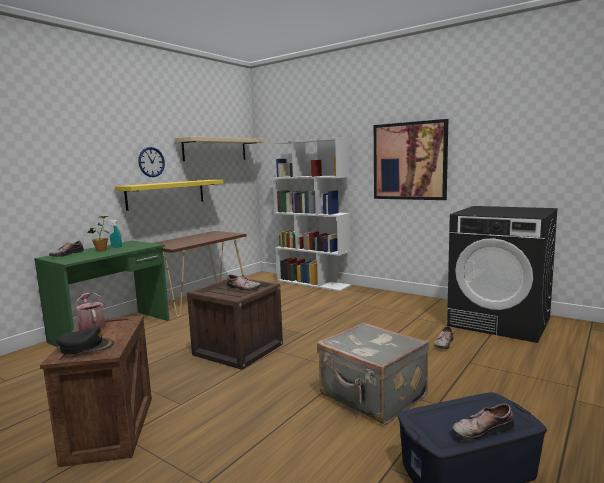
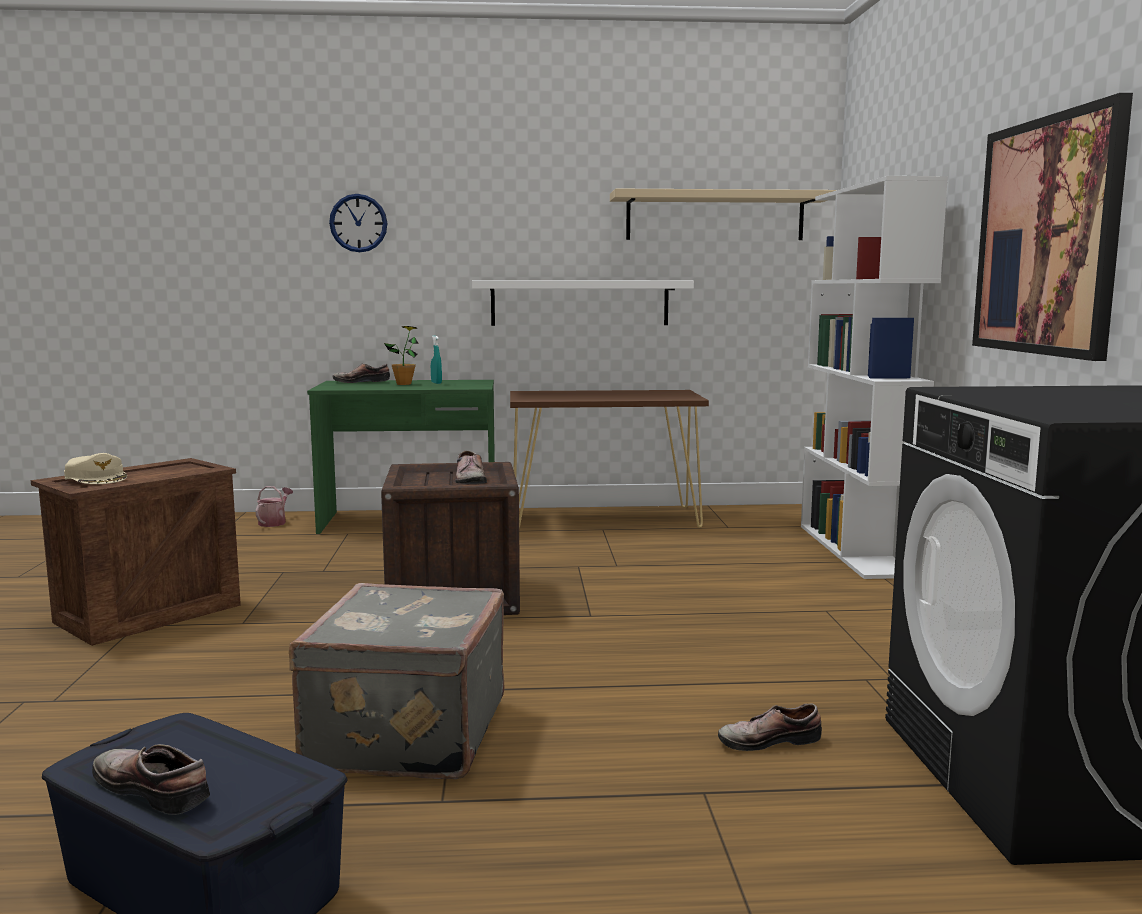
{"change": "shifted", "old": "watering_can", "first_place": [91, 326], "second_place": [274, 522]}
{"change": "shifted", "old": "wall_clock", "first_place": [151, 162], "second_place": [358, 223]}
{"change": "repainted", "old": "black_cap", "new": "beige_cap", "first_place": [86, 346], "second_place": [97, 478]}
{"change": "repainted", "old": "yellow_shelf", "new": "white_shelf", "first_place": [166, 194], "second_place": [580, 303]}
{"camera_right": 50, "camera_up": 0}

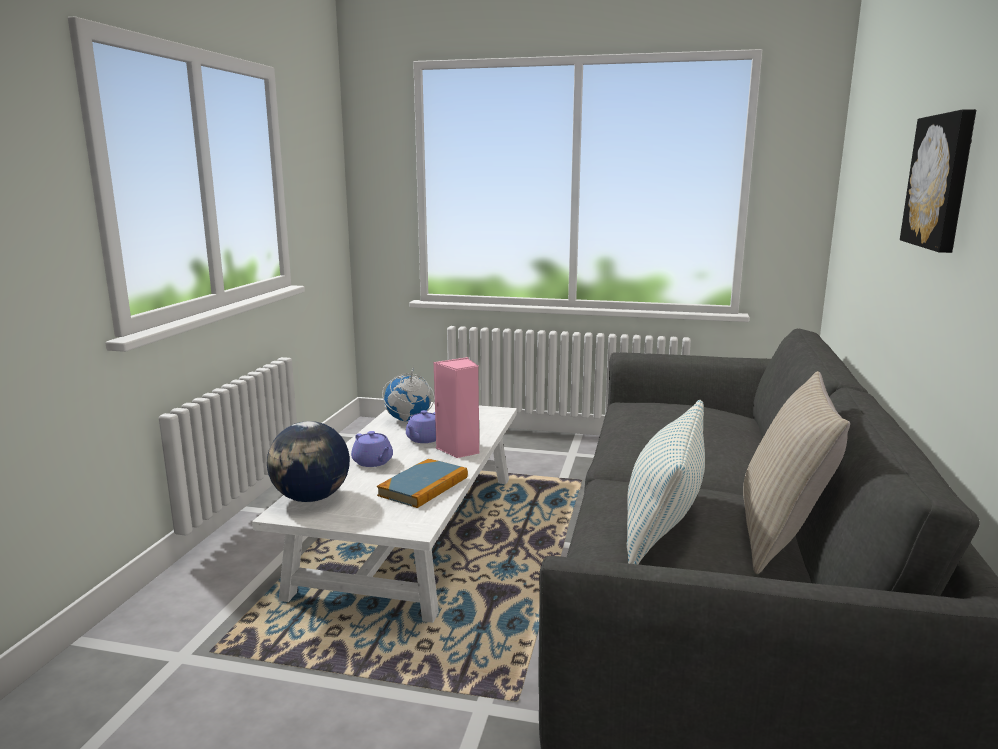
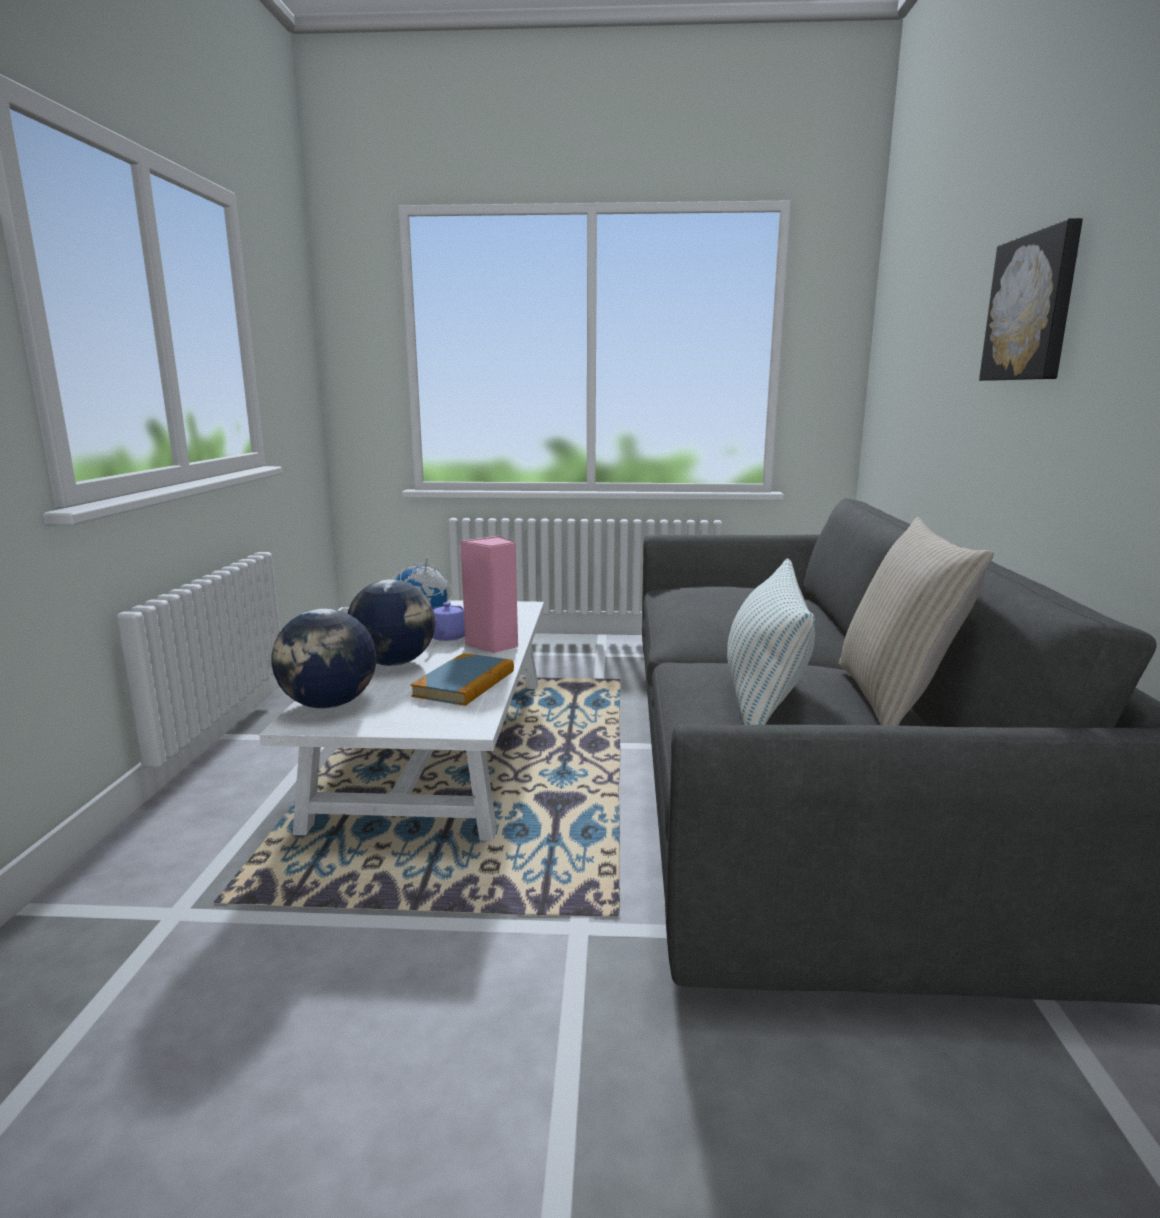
{"change": "swapped", "old": "purple_teapot", "new": "globe", "first_place": [373, 462], "second_place": [394, 663]}
{"camera_right": -10, "camera_up": 0}

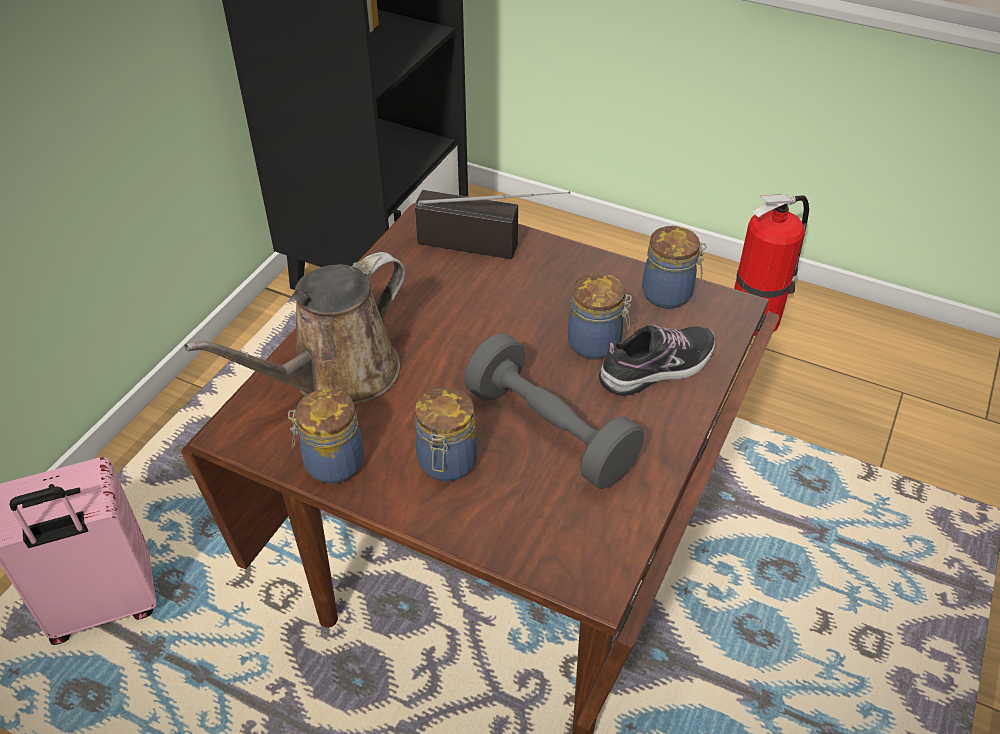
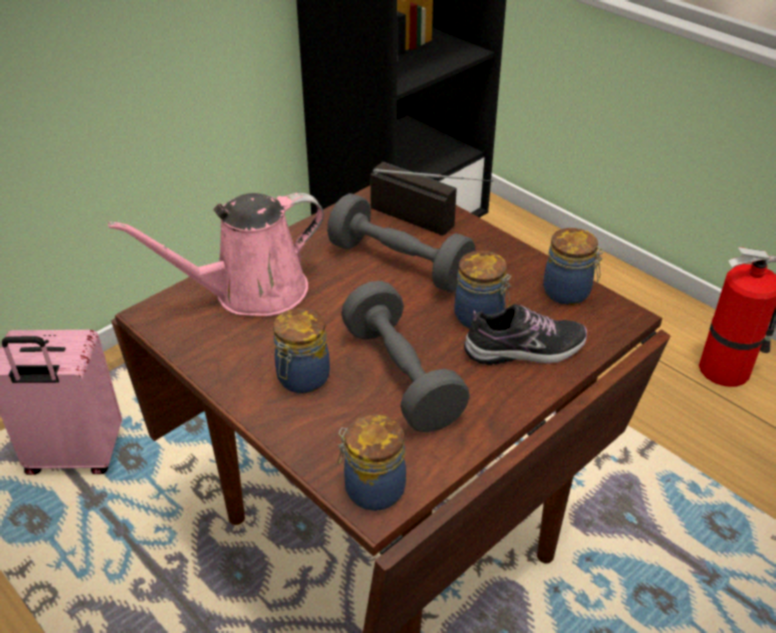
{"change": "new", "new": "grey_dumbbell", "second_place": [399, 264]}
{"change": "shifted", "old": "jar", "first_place": [331, 463], "second_place": [372, 489]}
{"change": "repainted", "old": "brown_watering_can", "new": "pink_watering_can", "first_place": [336, 376], "second_place": [251, 292]}
{"camera_right": 20, "camera_up": -5}

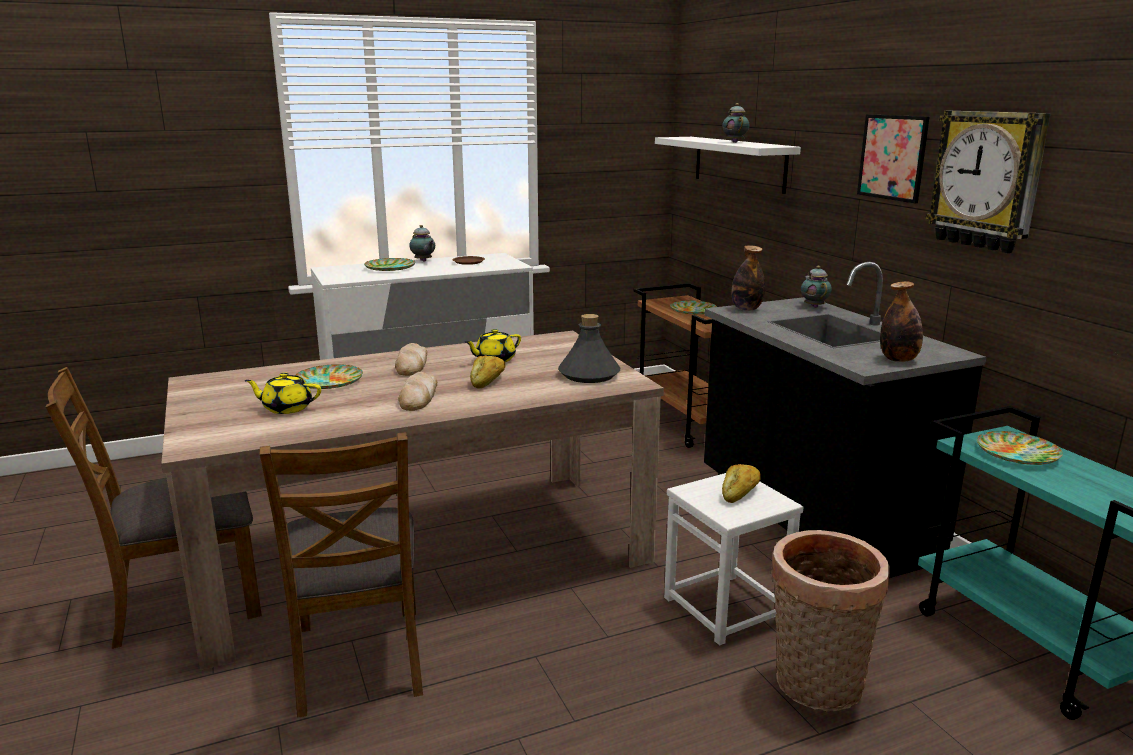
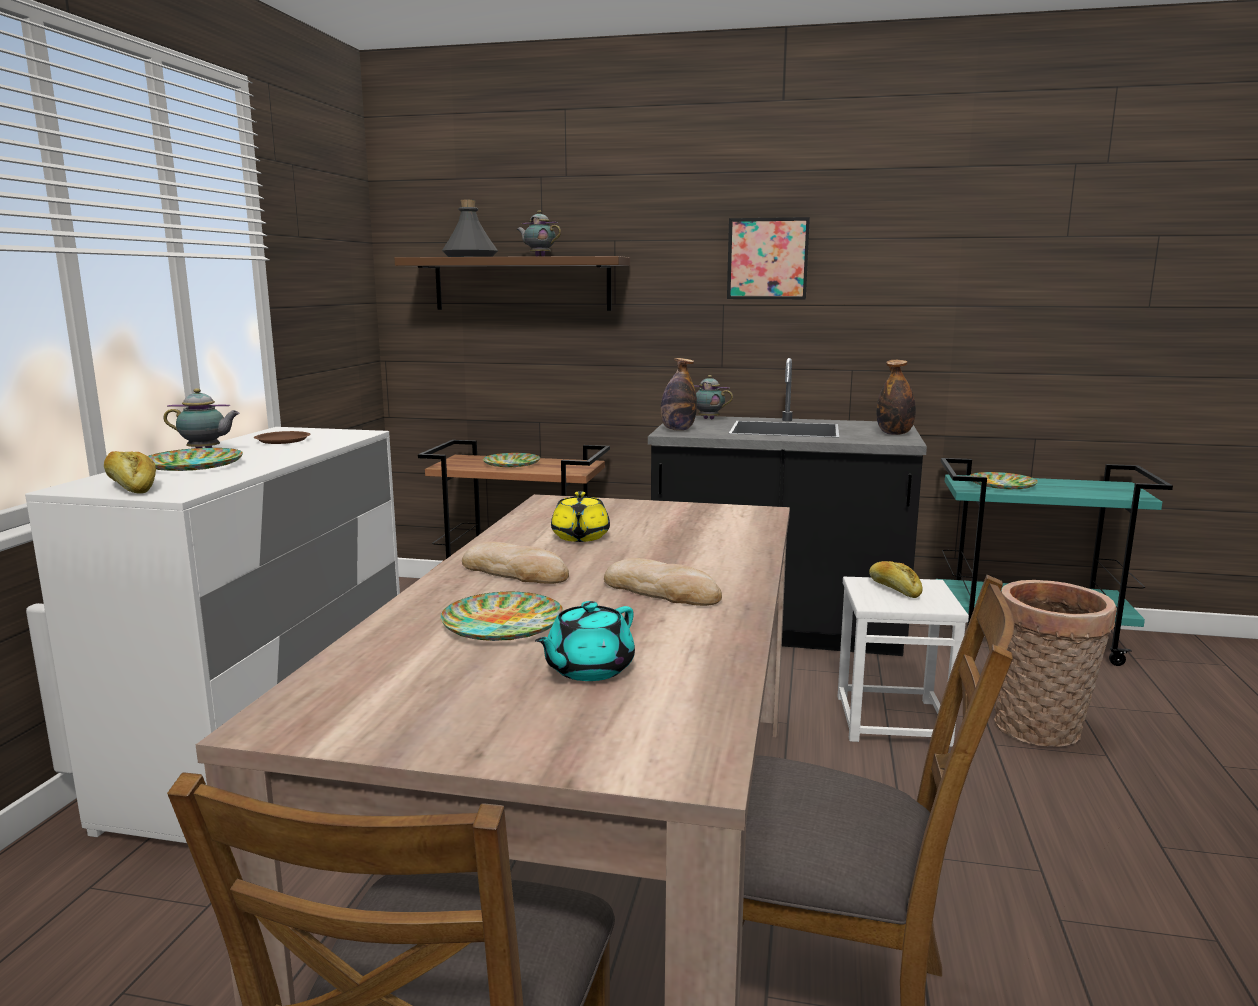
{"change": "gone", "old": "wall_clock", "first_place": [987, 180]}
{"change": "shifted", "old": "bread", "first_place": [488, 380], "second_place": [133, 487]}
{"change": "shifted", "old": "grey_bottle", "first_place": [589, 375], "second_place": [470, 257]}
{"change": "repainted", "old": "yellow_teapot", "new": "turquoise_teapot", "first_place": [286, 408], "second_place": [588, 669]}
{"change": "repainted", "old": "white_shelf", "new": "brown_shelf", "first_place": [739, 163], "second_place": [522, 284]}
{"camera_right": -55, "camera_up": -5}

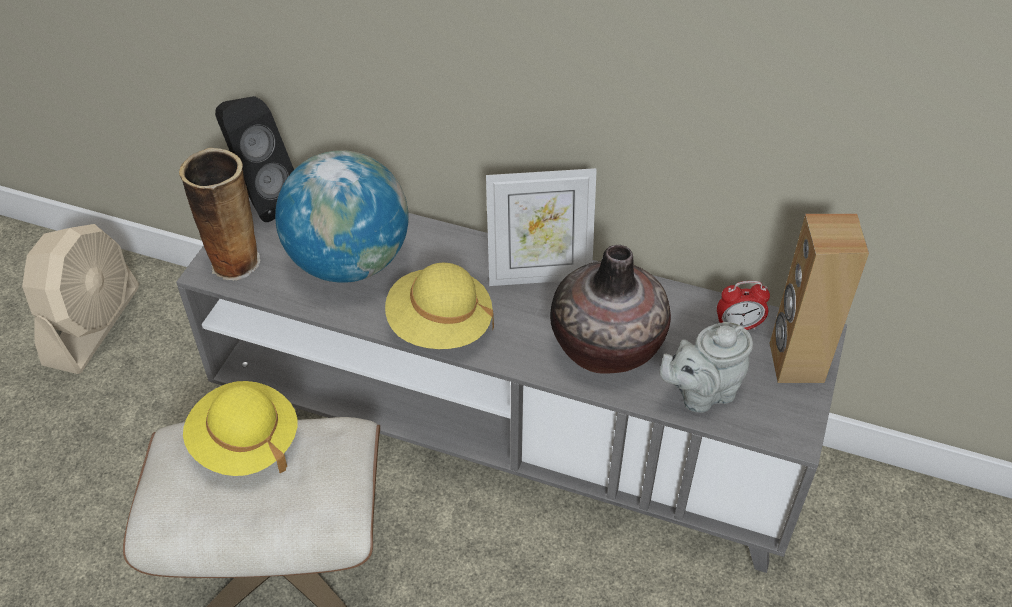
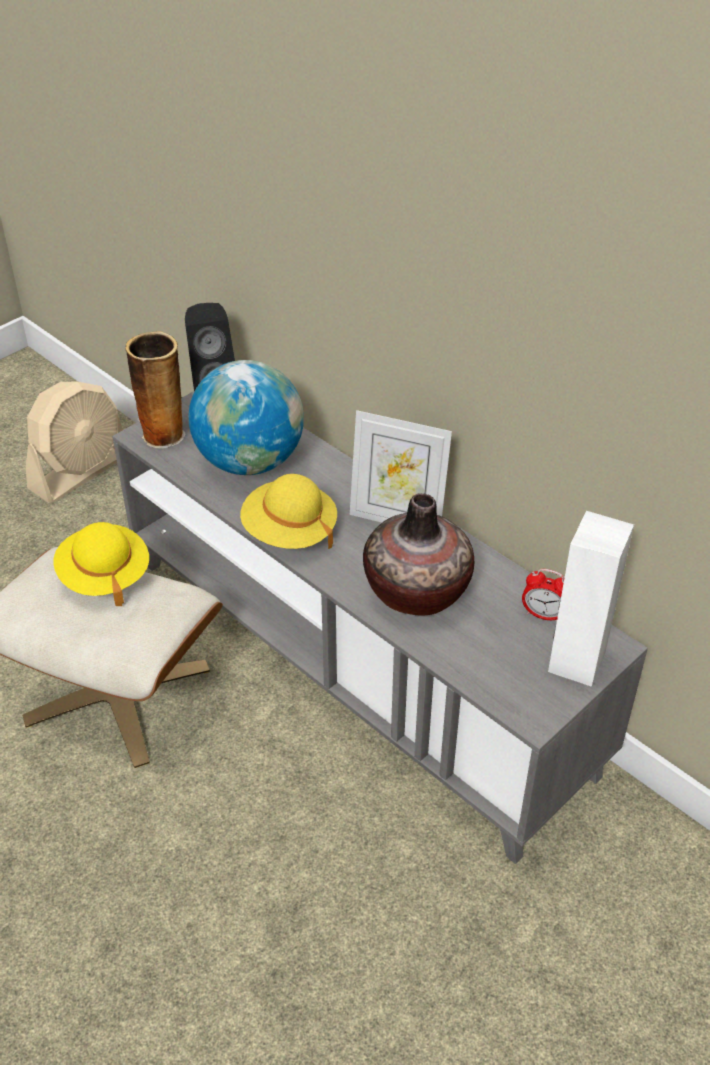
{"change": "gone", "old": "grey_teapot", "first_place": [701, 393]}
{"change": "repainted", "old": "brown_speaker", "new": "white_speaker", "first_place": [795, 362], "second_place": [576, 661]}
{"camera_right": 25, "camera_up": -5}

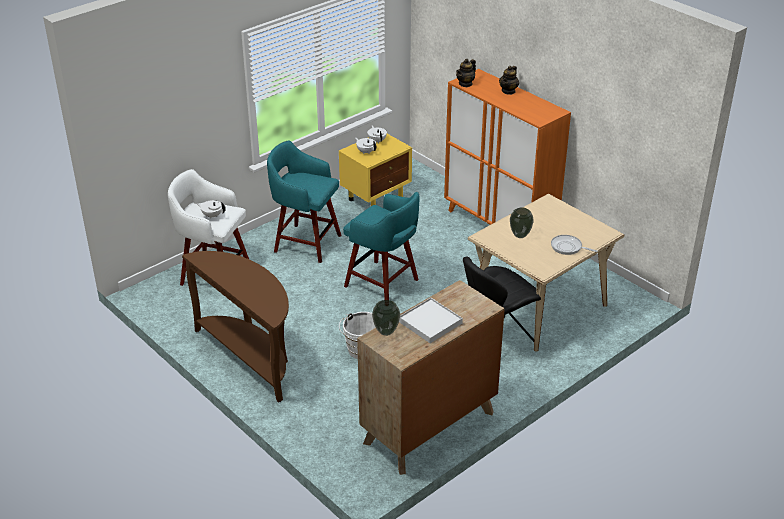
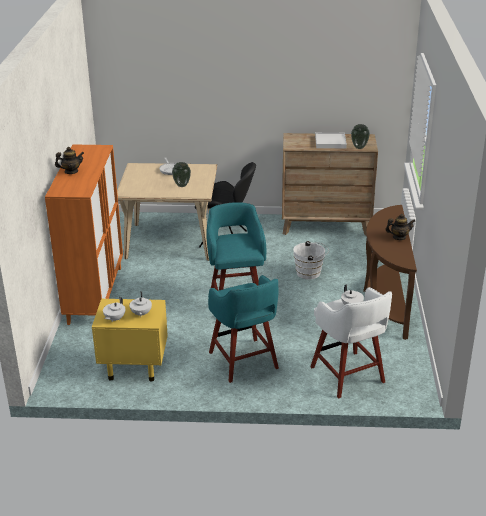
{"change": "shifted", "old": "teapot", "first_place": [465, 84], "second_place": [399, 237]}
{"camera_right": -135, "camera_up": -5}

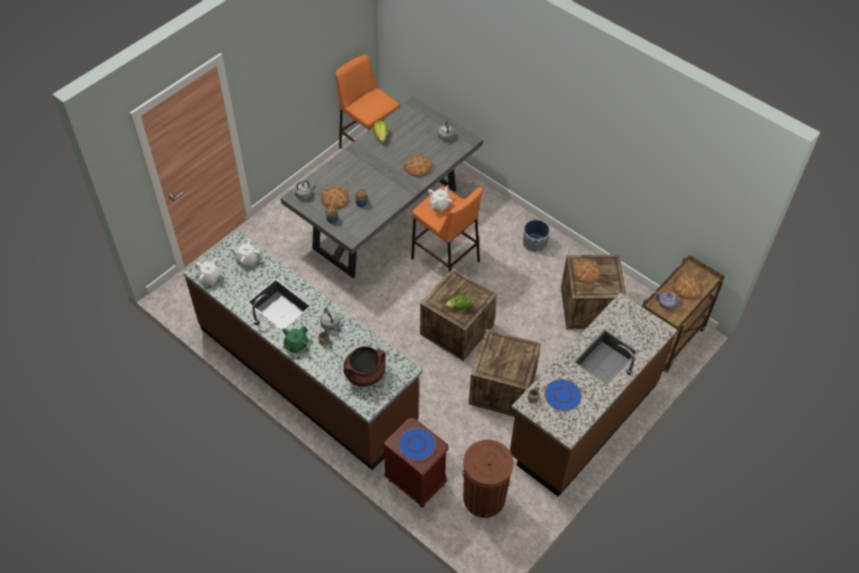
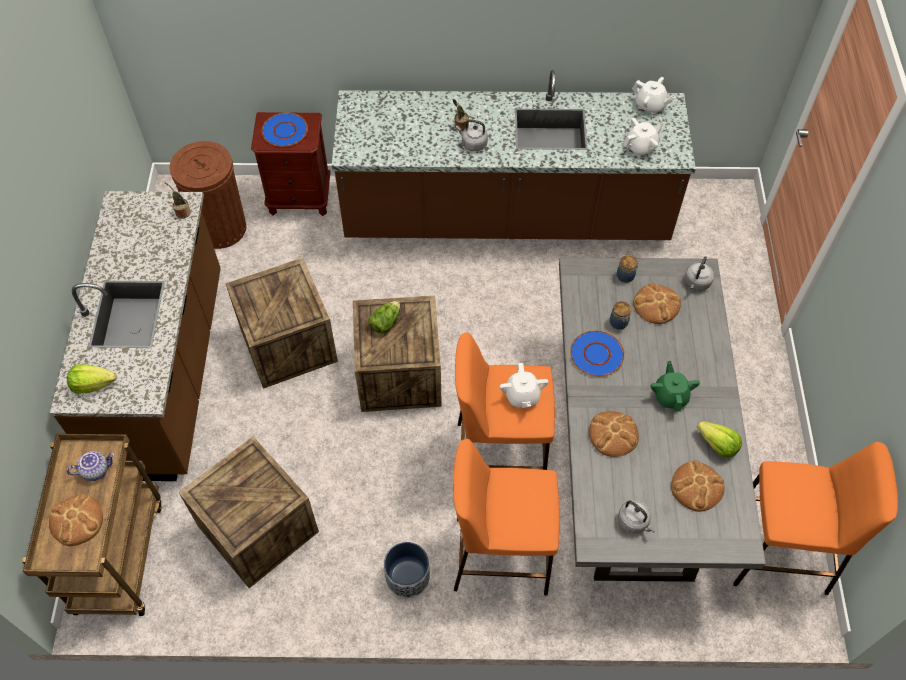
{"change": "gone", "old": "brown_cooking_pot", "first_place": [365, 374]}
{"change": "new", "new": "lettuce", "second_place": [93, 384]}
{"change": "new", "new": "orange_stool", "second_place": [500, 555]}
{"change": "shifted", "old": "green_teapot", "first_place": [296, 345], "second_place": [670, 396]}
{"change": "shifted", "old": "blue_plate", "first_place": [563, 396], "second_place": [596, 354]}
{"change": "shifted", "old": "bread", "first_place": [586, 272], "second_place": [697, 487]}
{"change": "rotated", "old": "white_teapot", "first_place": [210, 278], "second_place": [650, 105], "degrees": -135}
{"camera_right": 140, "camera_up": 5}

